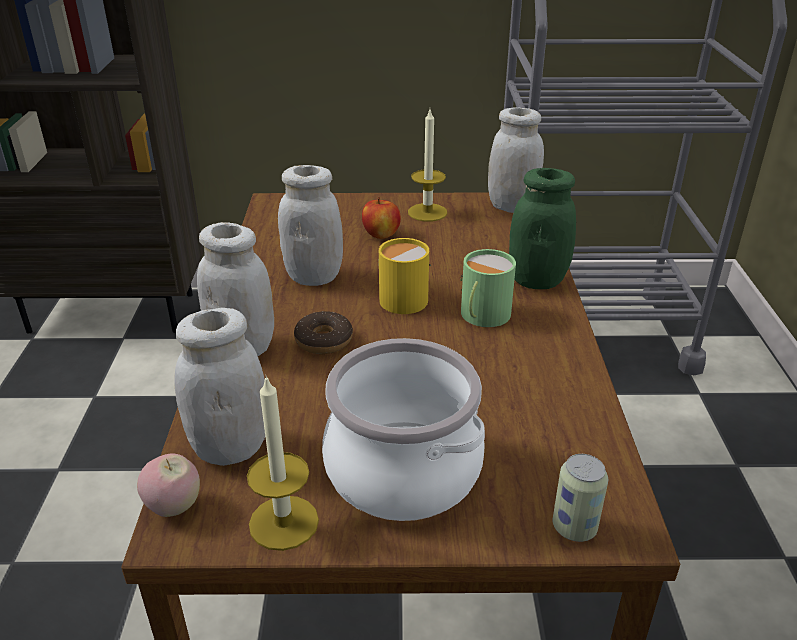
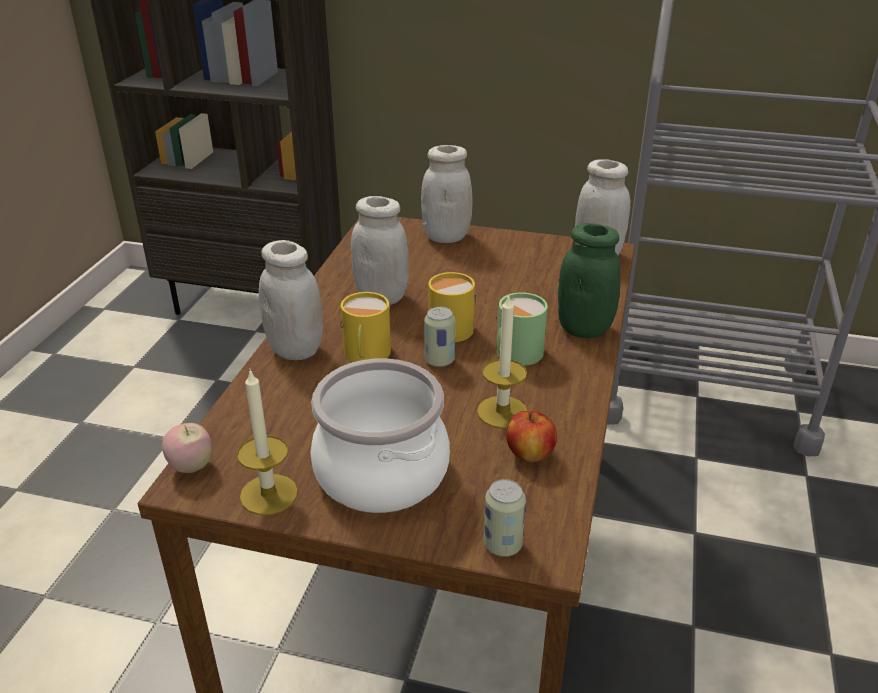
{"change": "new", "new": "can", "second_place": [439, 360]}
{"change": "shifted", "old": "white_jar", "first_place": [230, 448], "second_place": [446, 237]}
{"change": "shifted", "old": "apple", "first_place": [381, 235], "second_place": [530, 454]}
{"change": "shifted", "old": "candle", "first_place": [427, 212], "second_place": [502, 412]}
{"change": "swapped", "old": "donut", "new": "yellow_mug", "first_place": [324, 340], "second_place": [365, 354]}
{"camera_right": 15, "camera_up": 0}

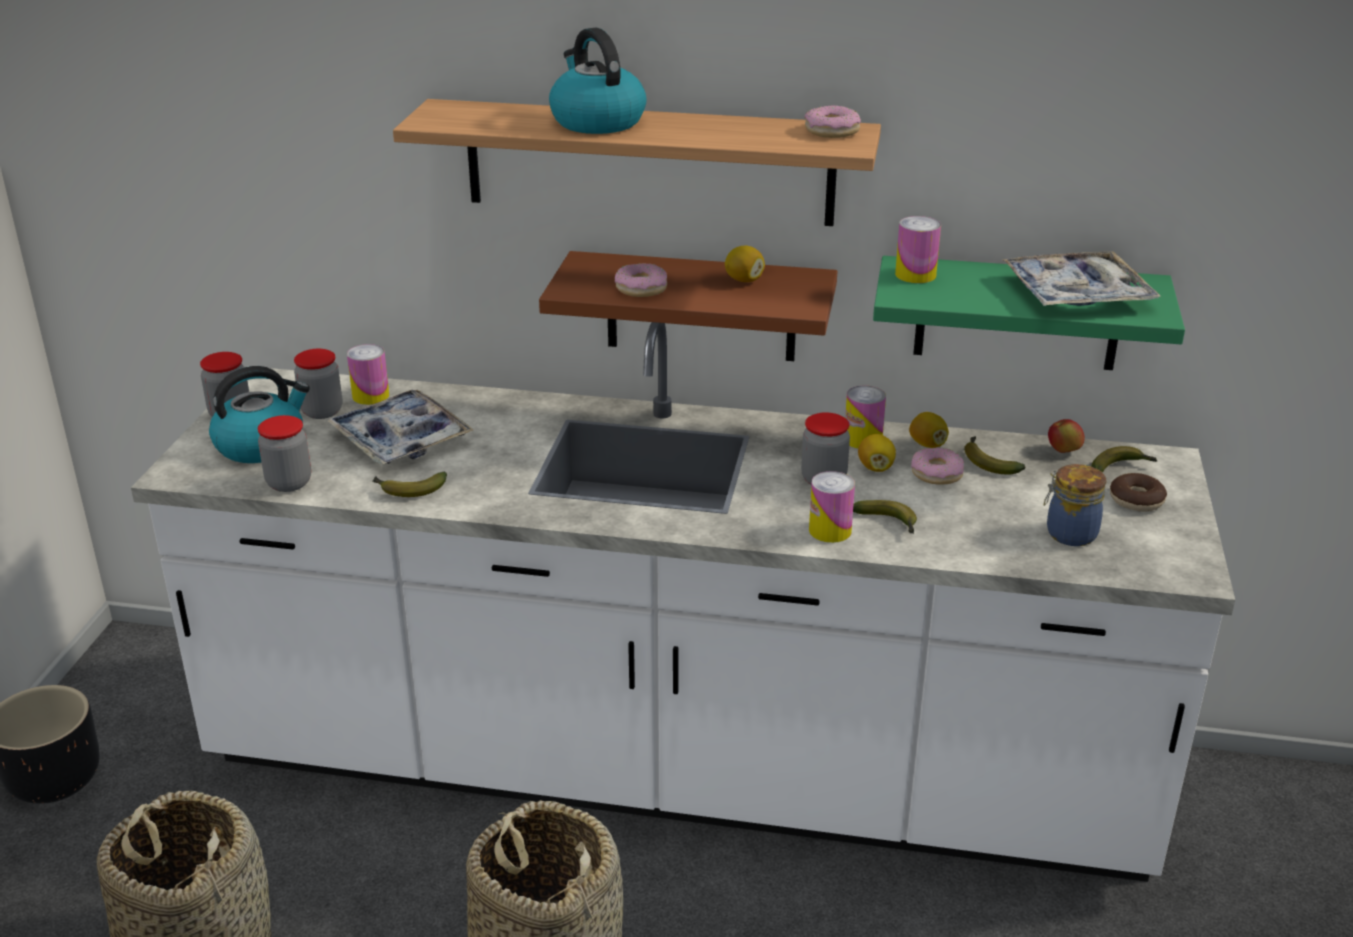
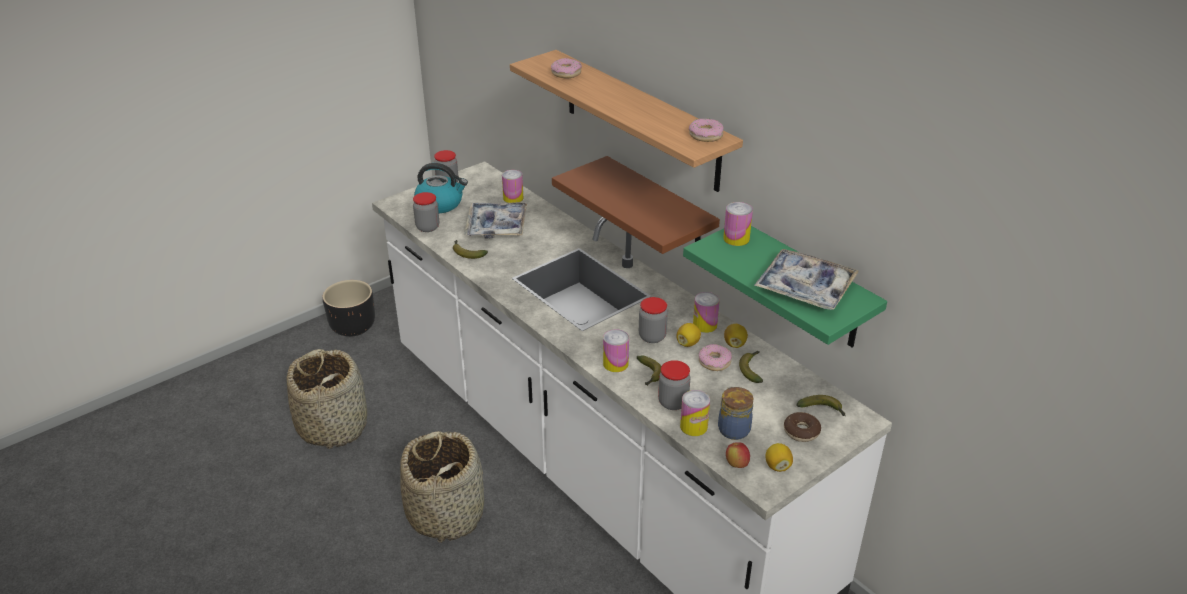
{"change": "gone", "old": "kettle", "first_place": [596, 121]}
{"change": "new", "new": "can", "second_place": [693, 426]}
{"change": "shifted", "old": "jar", "first_place": [322, 411], "second_place": [673, 402]}
{"change": "shifted", "old": "donut", "first_place": [641, 288], "second_place": [566, 73]}
{"change": "shifted", "old": "lemon", "first_place": [744, 280], "second_place": [777, 466]}
{"change": "shifted", "old": "apple", "first_place": [1063, 451], "second_place": [736, 464]}
{"camera_right": 40, "camera_up": 5}

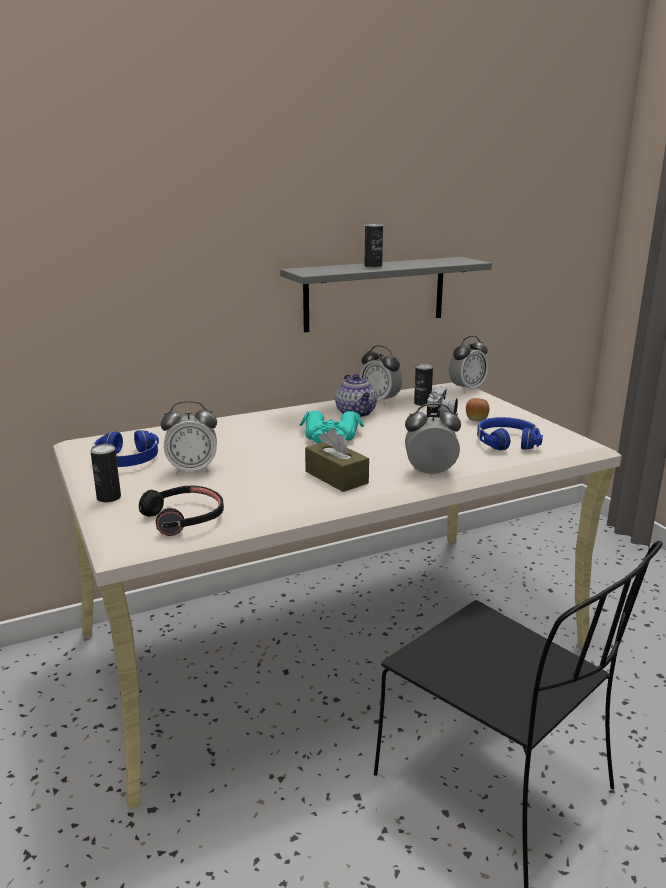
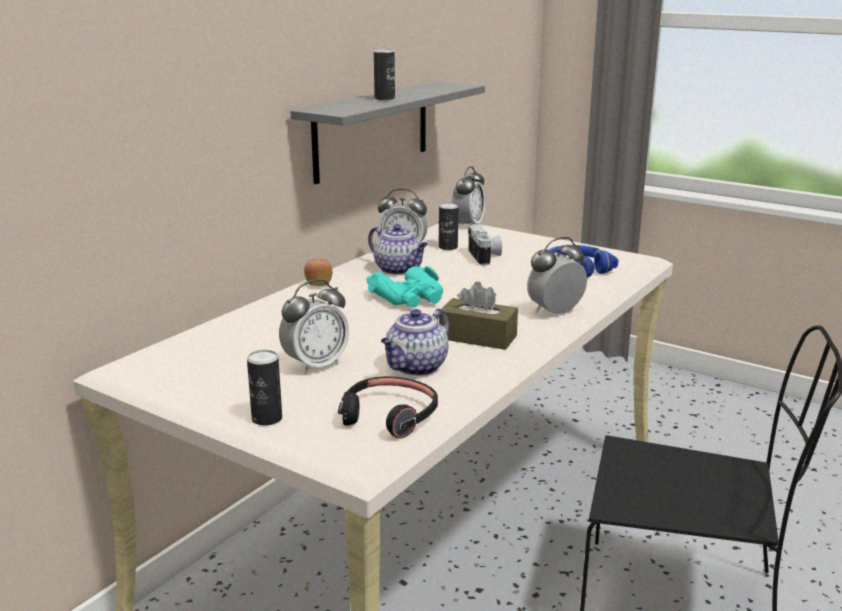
{"change": "gone", "old": "blue_headphones", "first_place": [126, 459]}
{"change": "new", "new": "teapot", "second_place": [416, 367]}
{"change": "shifted", "old": "apple", "first_place": [476, 420], "second_place": [318, 285]}
{"camera_right": -30, "camera_up": 0}

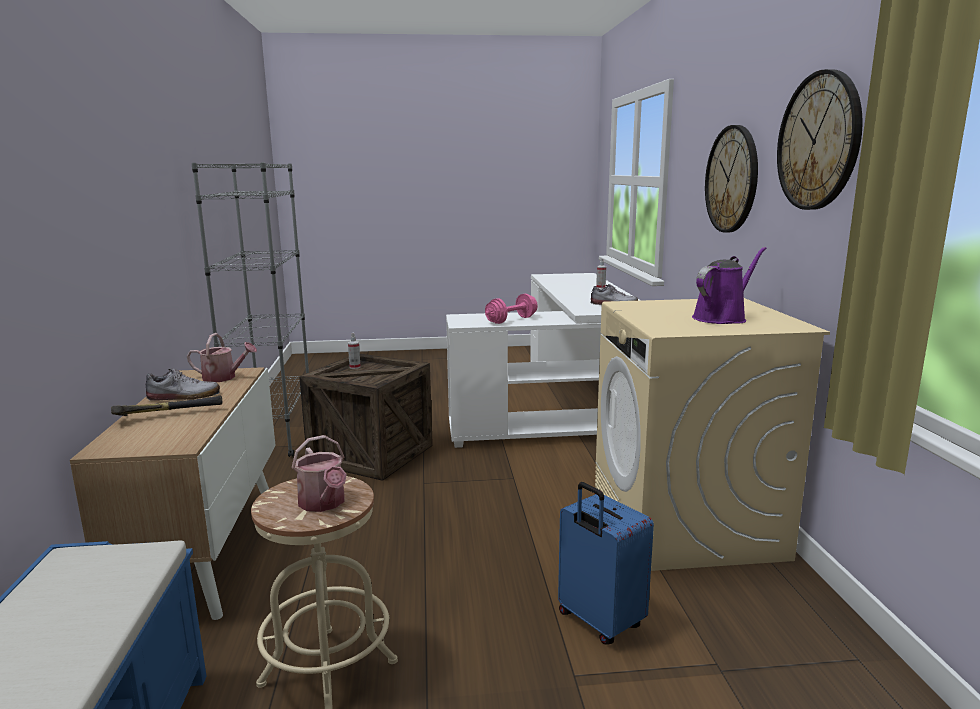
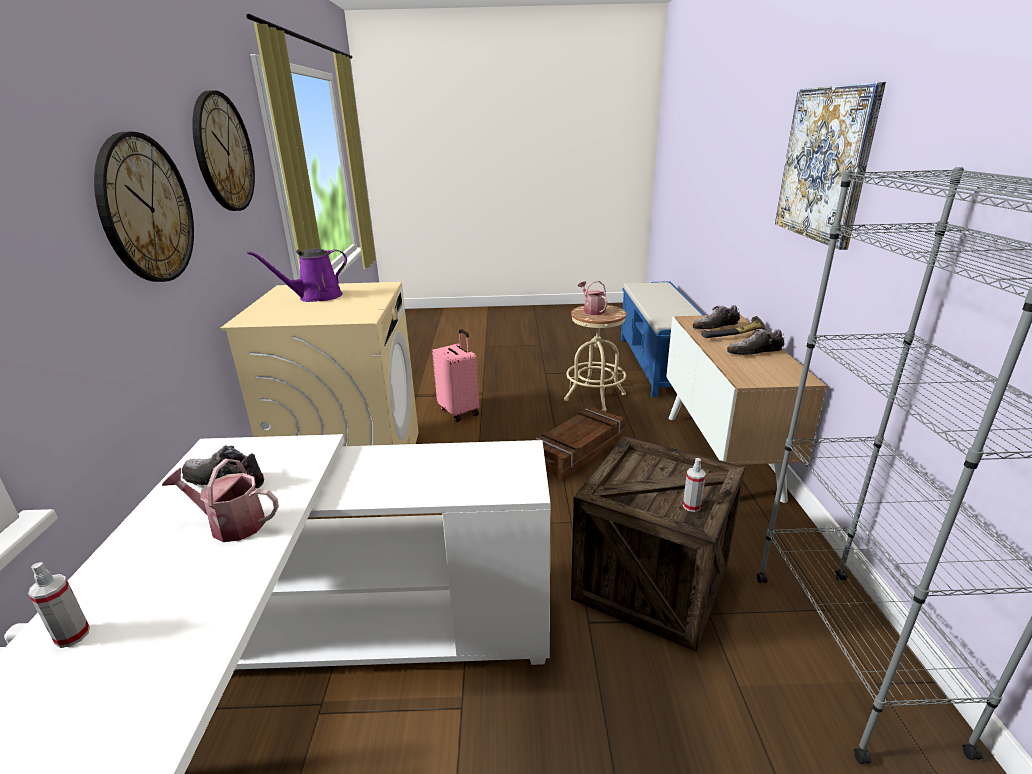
{"change": "gone", "old": "pink_dumbbell", "first_place": [511, 320]}
{"change": "new", "new": "crate", "second_place": [578, 451]}
{"change": "new", "new": "shoe", "second_place": [715, 326]}
{"change": "new", "new": "picture", "second_place": [825, 164]}
{"change": "shifted", "old": "watering_can", "first_place": [223, 378], "second_place": [231, 524]}
{"change": "repainted", "old": "blue_suitcase", "new": "pink_suitcase", "first_place": [598, 622], "second_place": [459, 411]}
{"camera_right": -175, "camera_up": 10}

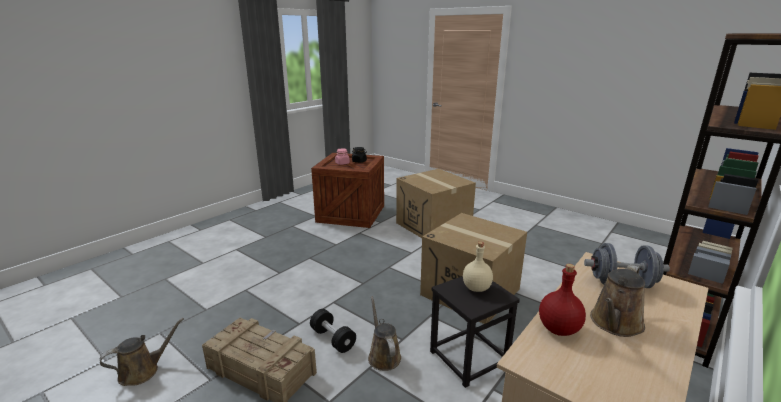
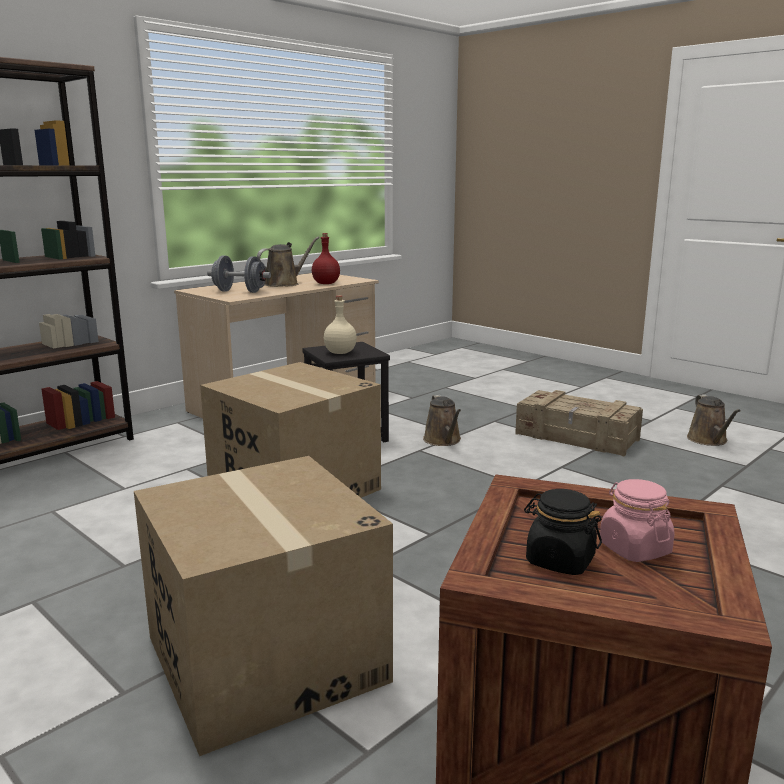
{"change": "gone", "old": "black_dumbbell", "first_place": [333, 339]}
{"change": "rotated", "old": "brown_watering_can", "first_place": [143, 371], "second_place": [709, 440], "degrees": -60}
{"camera_right": -175, "camera_up": -5}

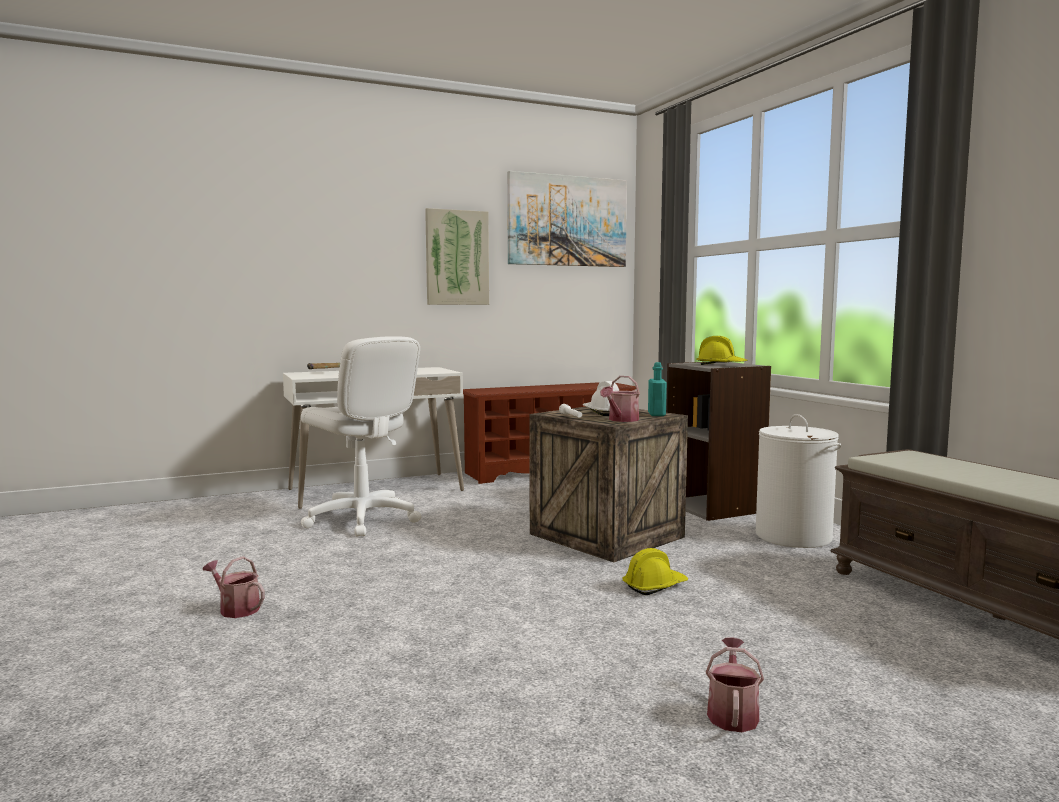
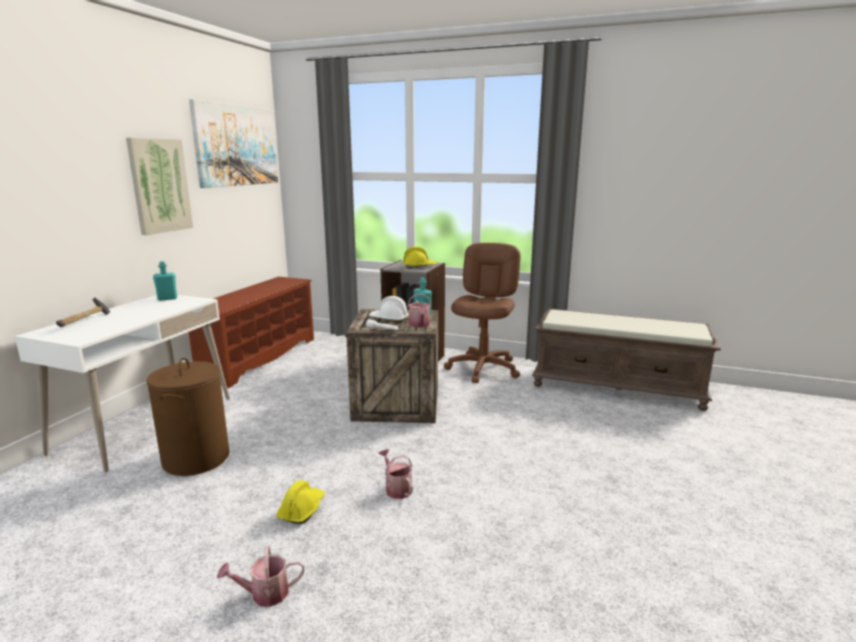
{"change": "new", "new": "turquoise_bottle", "second_place": [167, 298]}
{"change": "shifted", "old": "yellow_hard_hat", "first_place": [654, 586], "second_place": [302, 509]}
{"change": "shifted", "old": "watering_can", "first_place": [732, 713], "second_place": [396, 488]}
{"change": "swapped", "old": "white_office_chair", "new": "brown_laundry_basket", "first_place": [362, 519], "second_place": [196, 459]}
{"change": "swapped", "old": "white_laundry_basket", "new": "brown_office_chair", "first_place": [794, 536], "second_place": [483, 368]}
{"camera_right": -45, "camera_up": 10}

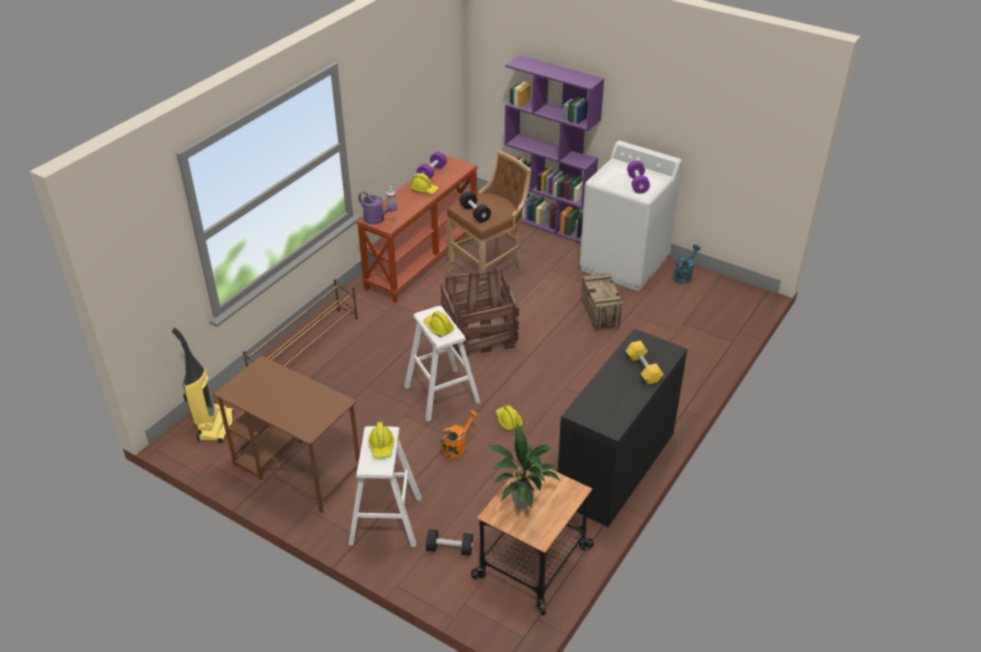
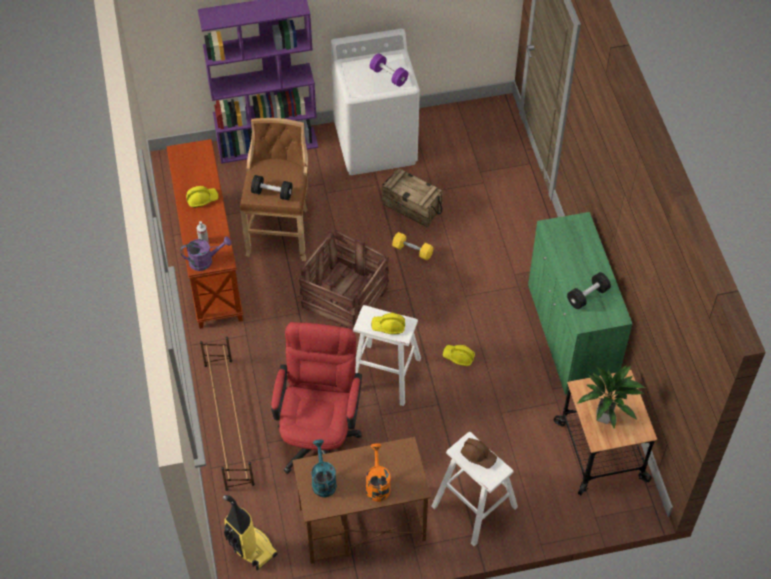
{"change": "gone", "old": "purple_dumbbell", "first_place": [432, 173]}
{"change": "new", "new": "red_office_chair", "second_place": [319, 434]}
{"change": "shifted", "old": "black_dumbbell", "first_place": [449, 549], "second_place": [587, 296]}
{"change": "shifted", "old": "orange_watering_can", "first_place": [457, 447], "second_place": [377, 484]}
{"change": "shifted", "old": "yellow_dumbbell", "first_place": [643, 369], "second_place": [412, 250]}
{"change": "shifted", "old": "turquoise_watering_can", "first_place": [684, 275], "second_place": [323, 480]}
{"change": "repainted", "old": "yellow_hard_hat", "new": "brown_hard_hat", "first_place": [381, 446], "second_place": [478, 455]}
{"change": "repainted", "old": "black_cabinet", "new": "green_cabinet", "first_place": [616, 468], "second_place": [570, 335]}
{"camera_right": -45, "camera_up": 15}

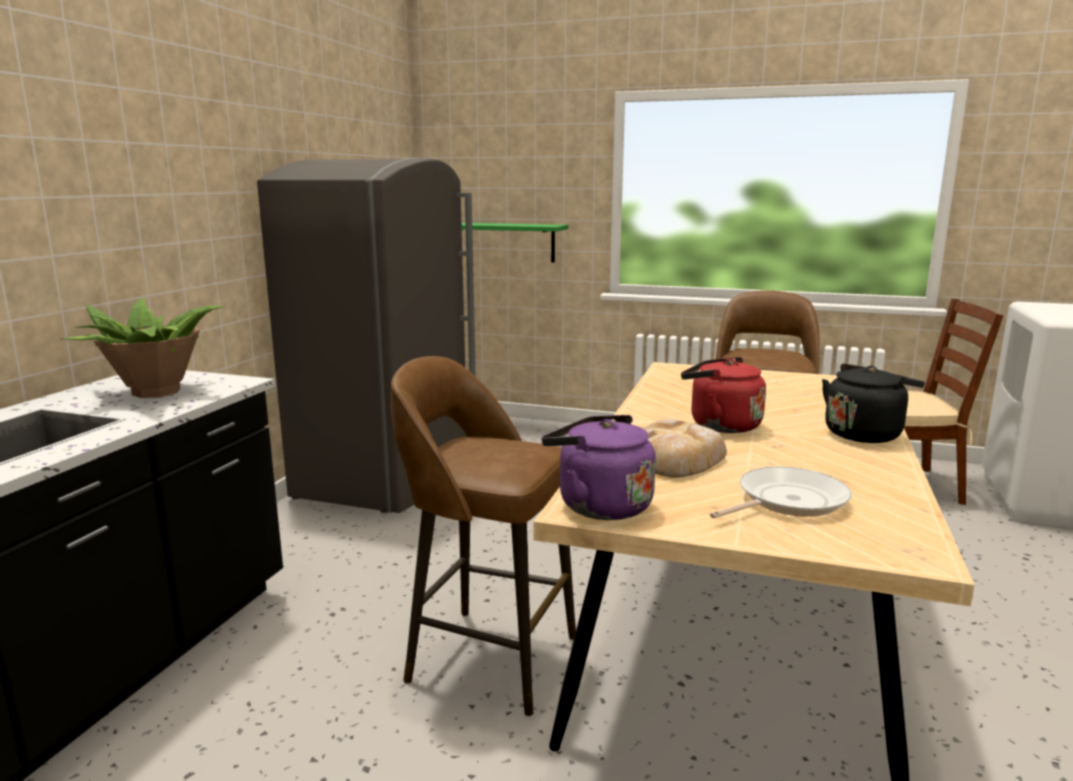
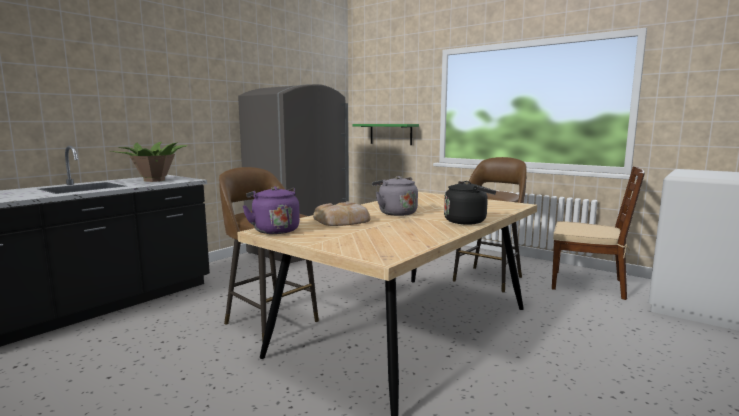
{"change": "gone", "old": "frying_pan", "first_place": [787, 501]}
{"change": "repainted", "old": "red_kettle", "new": "grey_kettle", "first_place": [720, 425], "second_place": [395, 213]}
{"camera_right": 20, "camera_up": -5}

